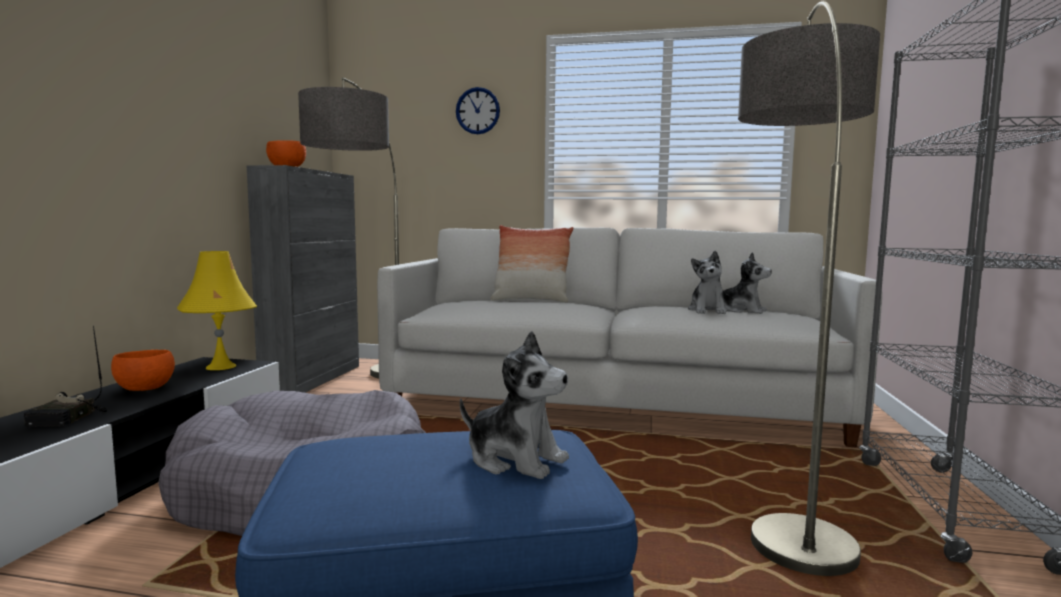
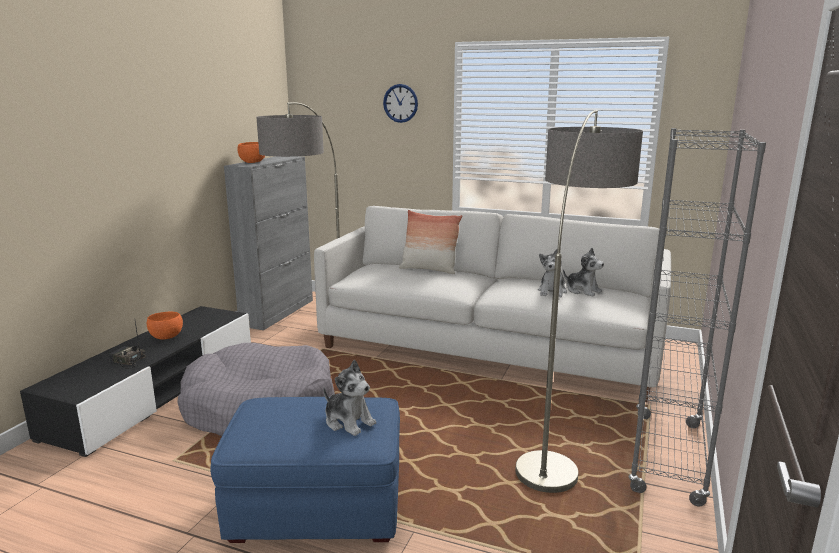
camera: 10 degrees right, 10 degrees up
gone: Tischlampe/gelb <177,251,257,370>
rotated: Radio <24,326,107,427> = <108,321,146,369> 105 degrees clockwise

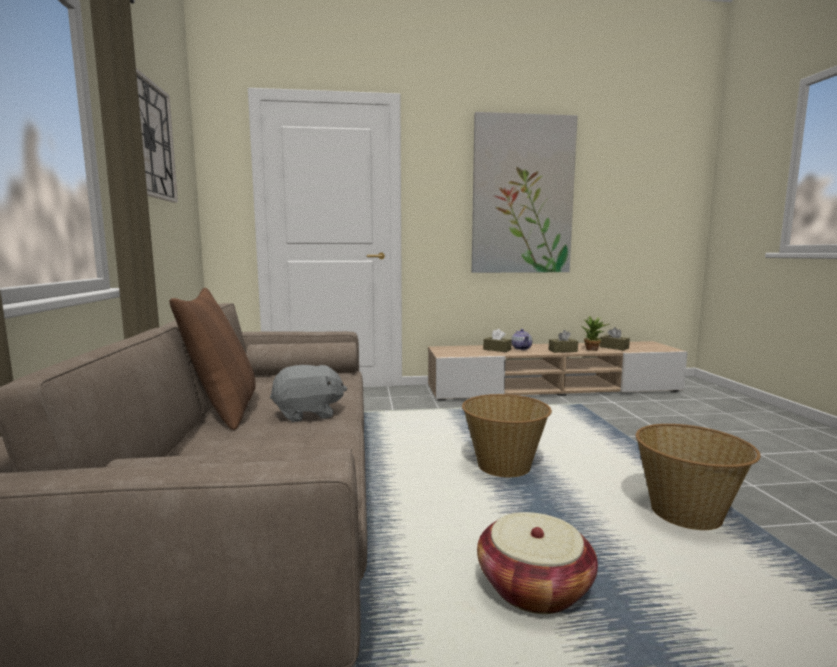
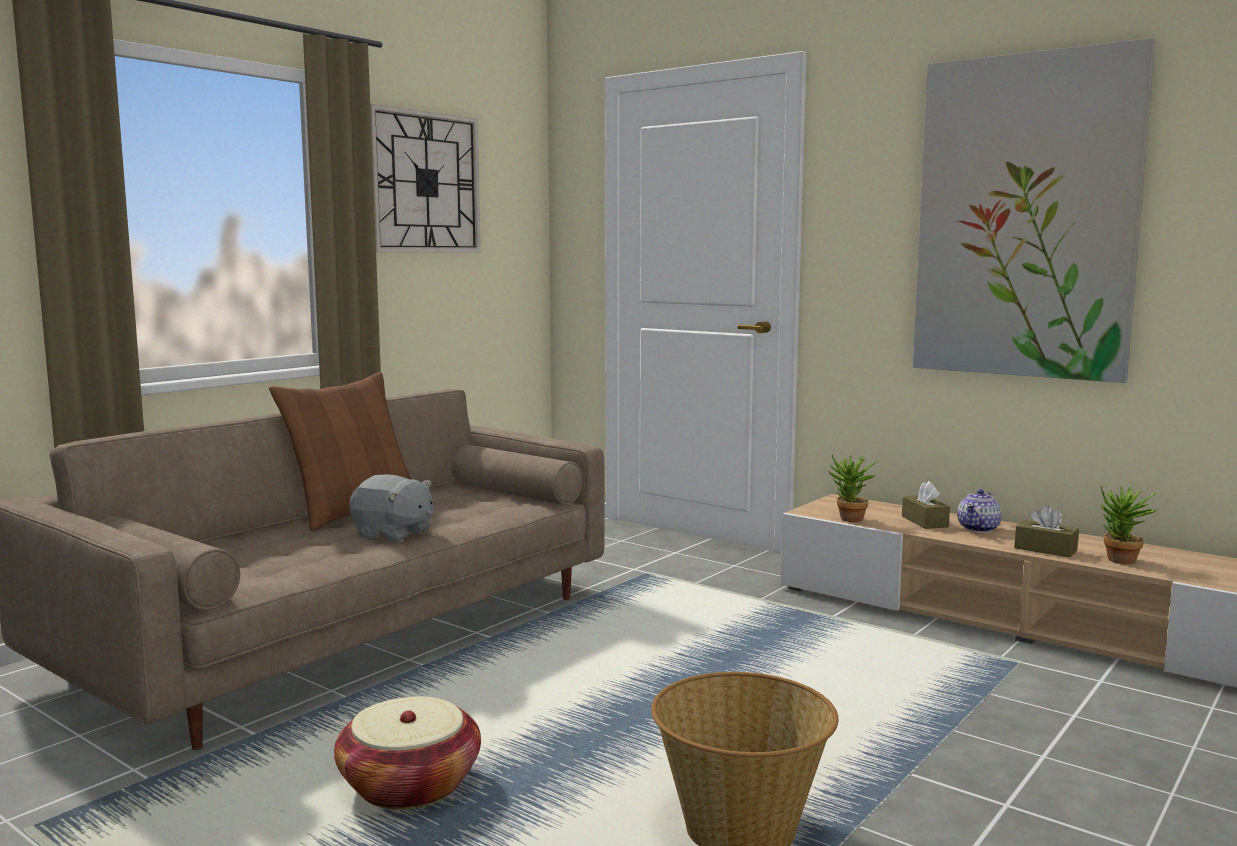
camera: 45 degrees right, 0 degrees up
gone: Korb <462,394,552,477>; Taschentuchbox/braun <600,327,630,350>
new: Topfpflanze <828,455,878,522>

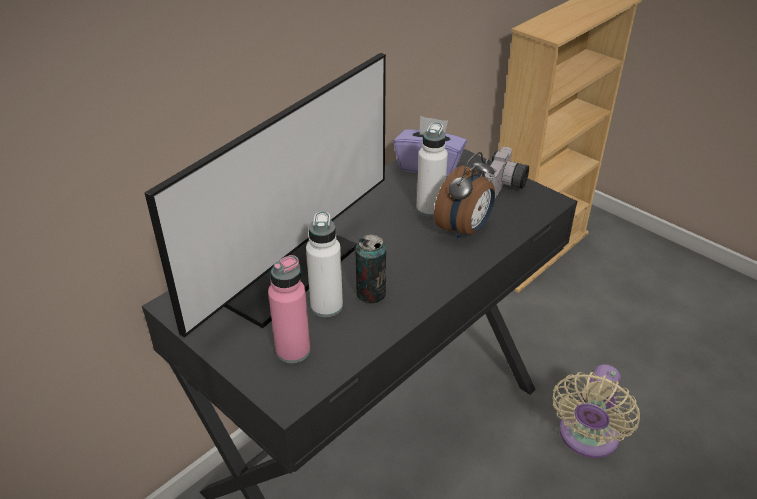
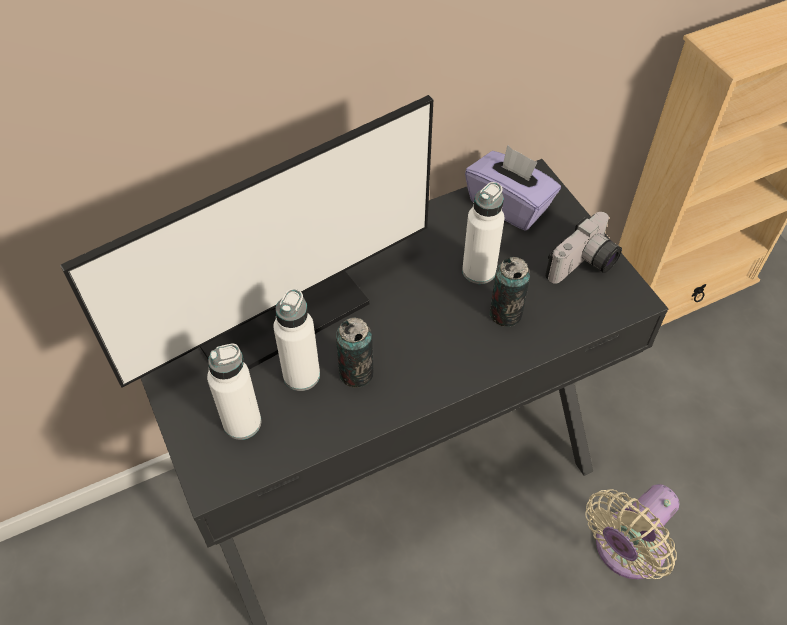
camera: 20 degrees right, 15 degrees up
swapped: Wecker <434,152,495,240> to Dose <490,257,530,327>
repainted: Flasche/rosa <268,255,310,364> to Flasche/weiß <207,343,261,440>

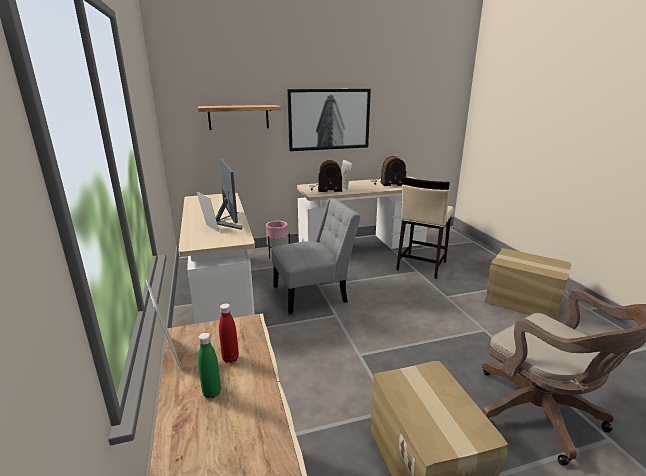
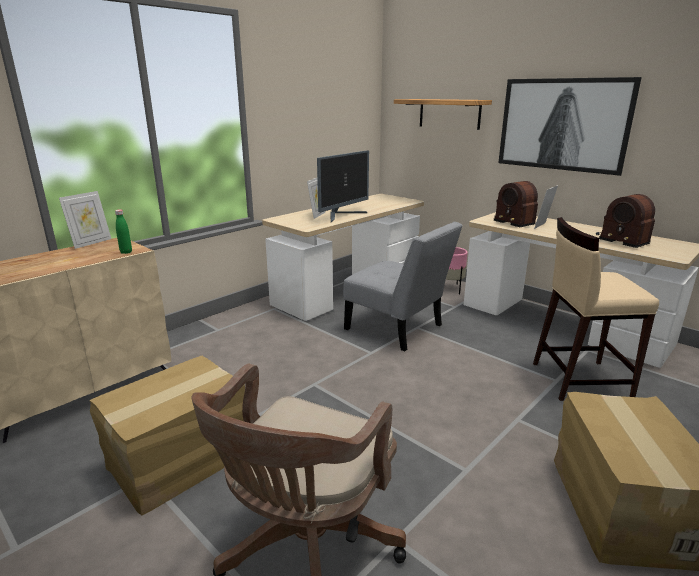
camera: 60 degrees right, 0 degrees up
gone: Flasche/rot <219,303,239,363>
shifted: Flasche/grün <198,333,221,399> to <115,210,132,254>

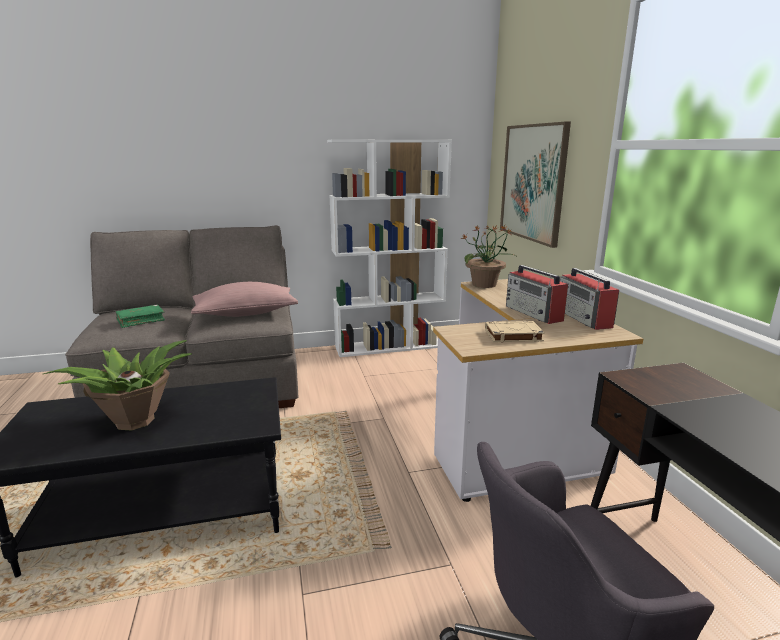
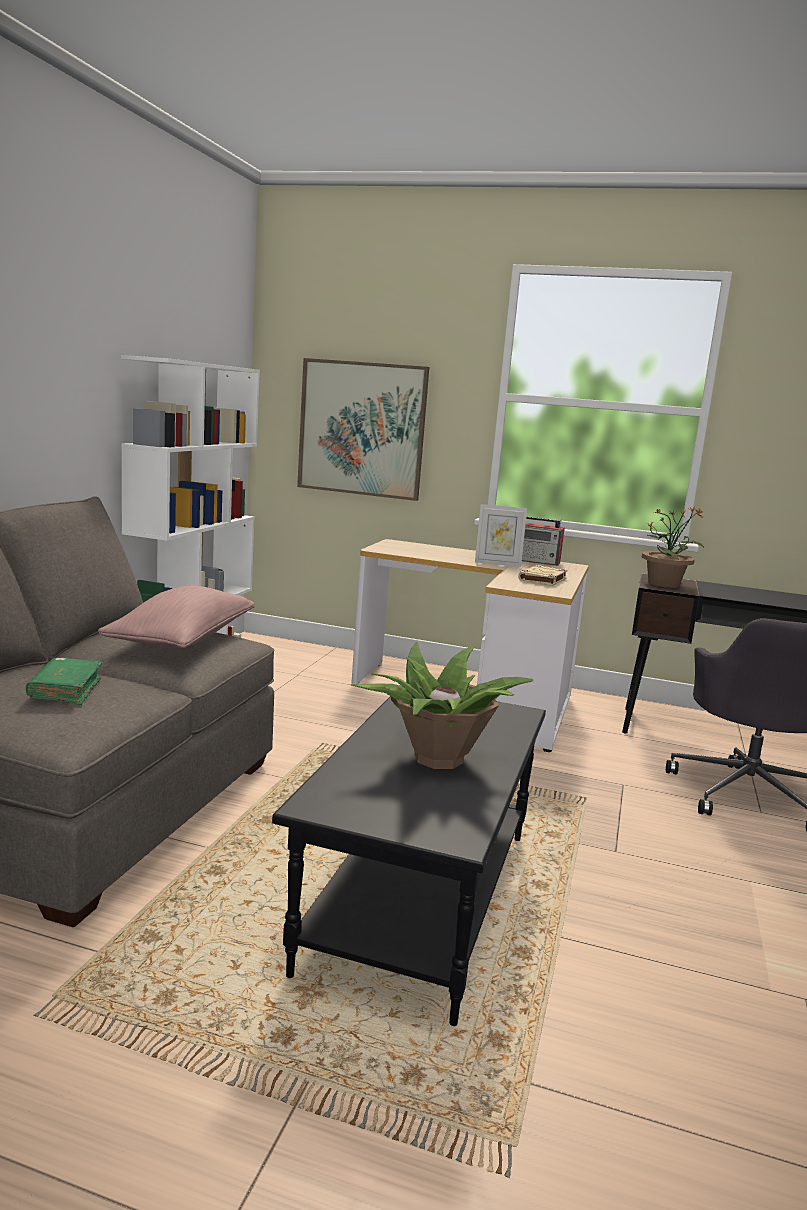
camera: 60 degrees left, 5 degrees down
shifted: Topfpflanze <461,225,518,288> to <642,507,704,588>
swapped: Radio <506,265,568,324> to Bilderrahmen <475,504,527,567>

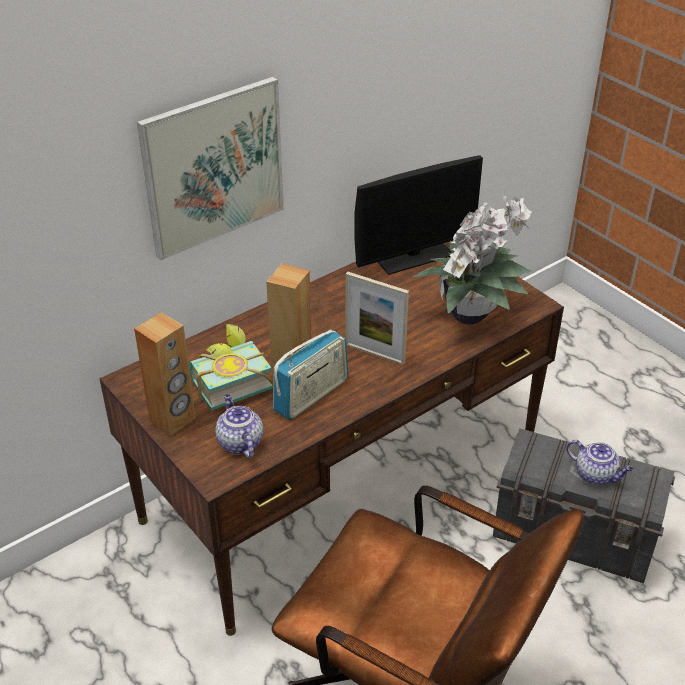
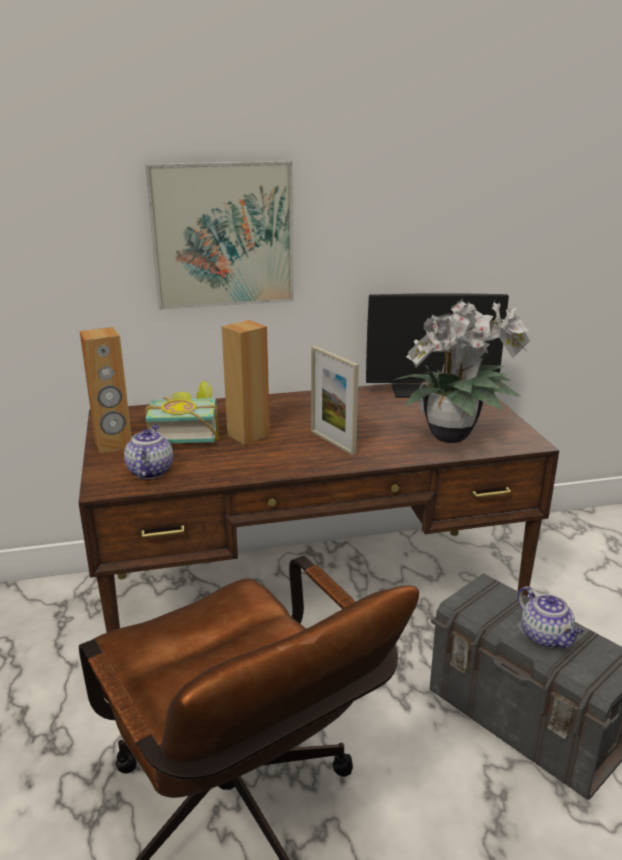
camera: 25 degrees right, 15 degrees down
gone: Radio <273,329,348,420>

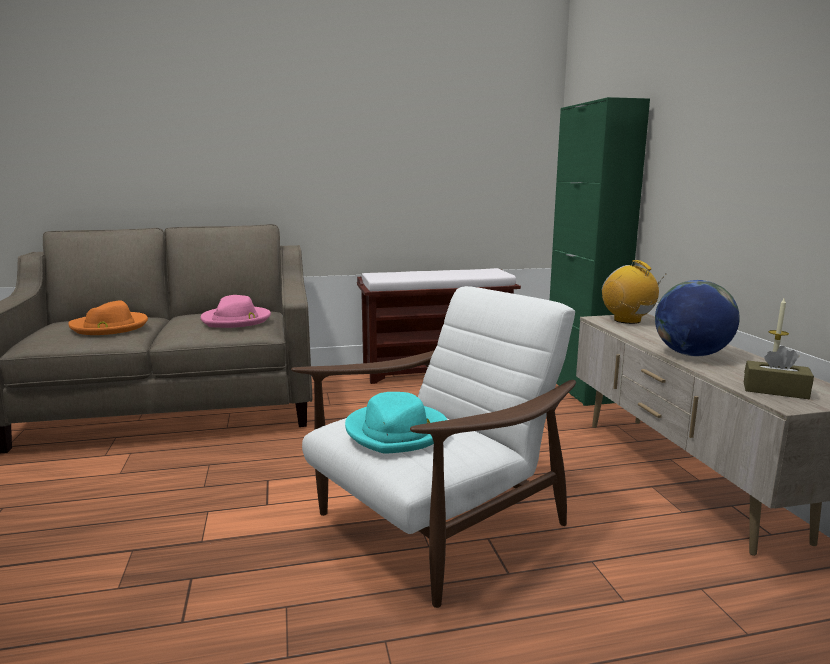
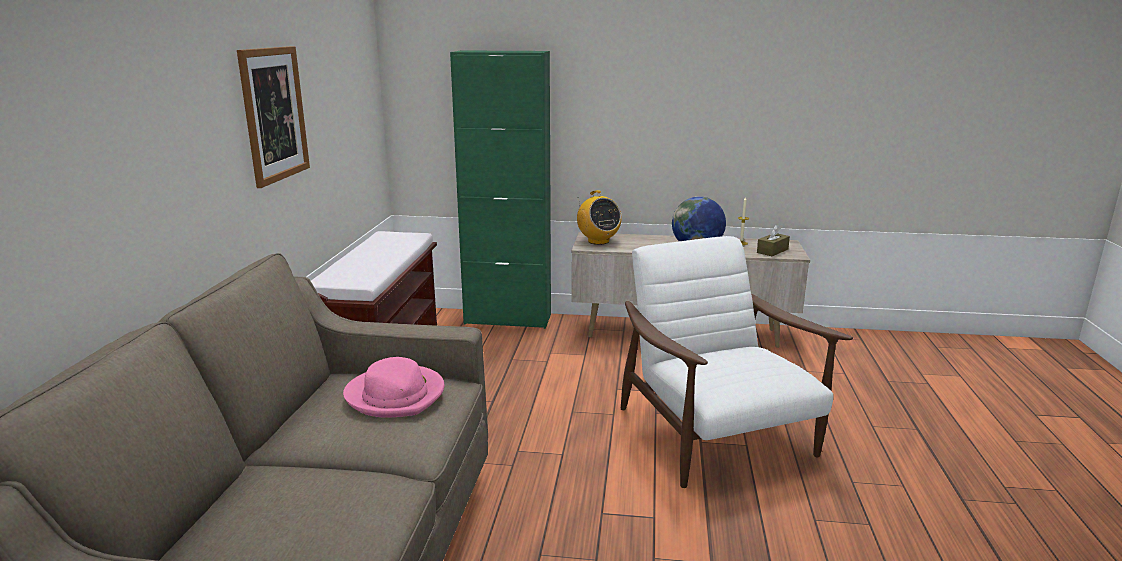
camera: 70 degrees left, 5 degrees up
gone: Hut/orange <68,300,148,335>; Hut/türkis <345,392,447,454>
new: Bild <237,46,310,188>
rotated: Radio <602,260,666,324> = <577,190,622,245> 105 degrees counterclockwise

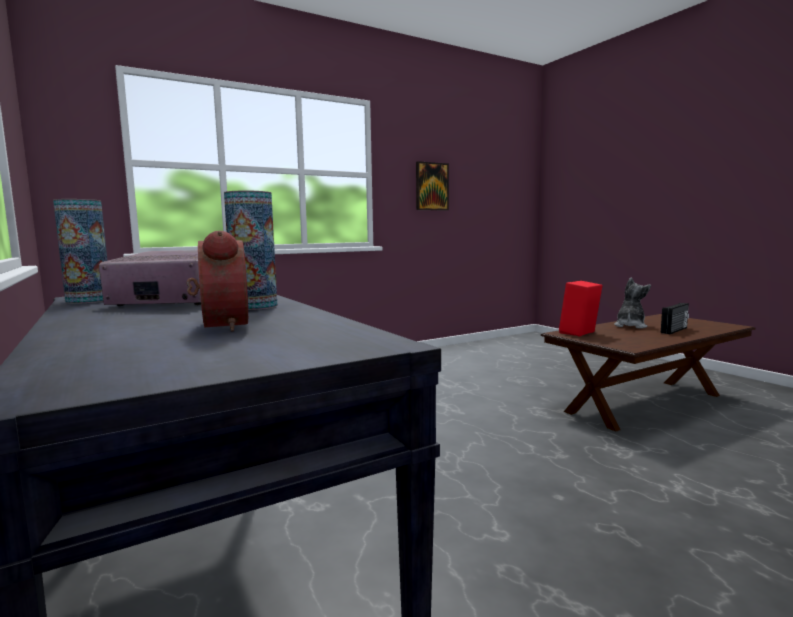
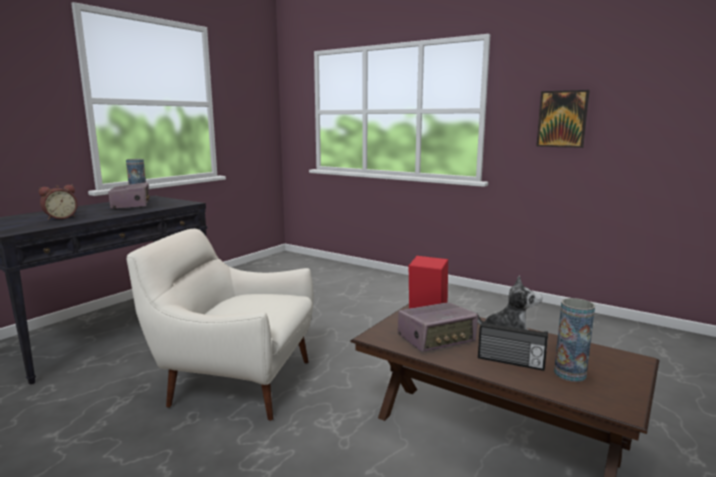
camera: 65 degrees right, 5 degrees up
new: Sessel/weiß <127,229,313,421>; Radio <398,302,478,352>
shifted: Vase <224,191,277,310> to <554,298,595,382>

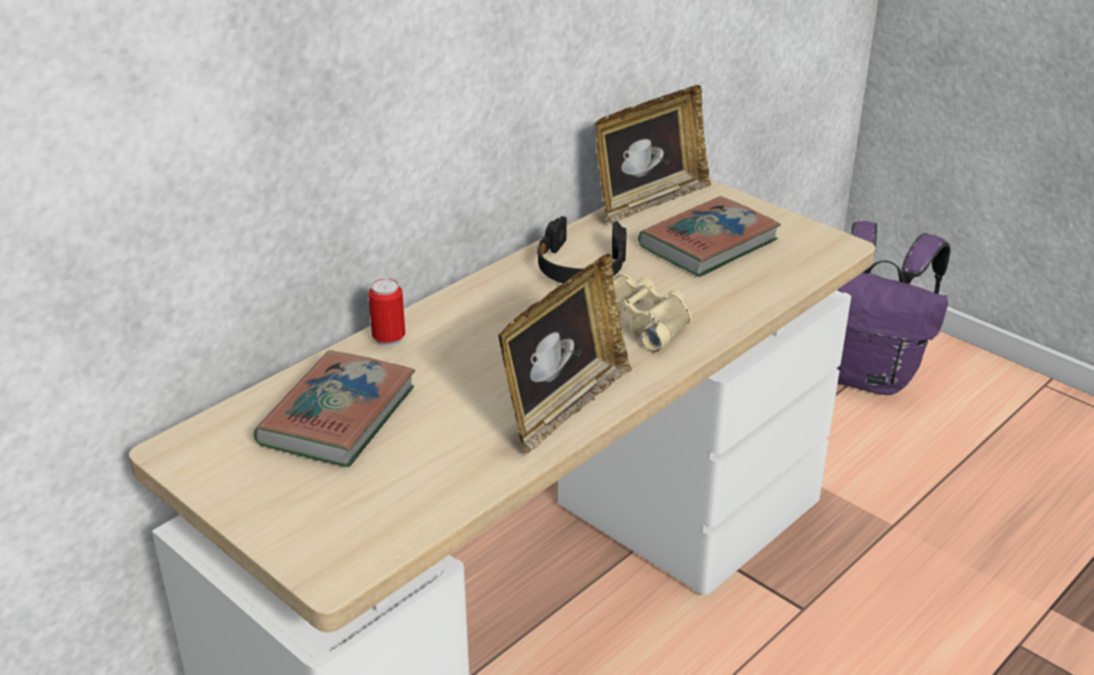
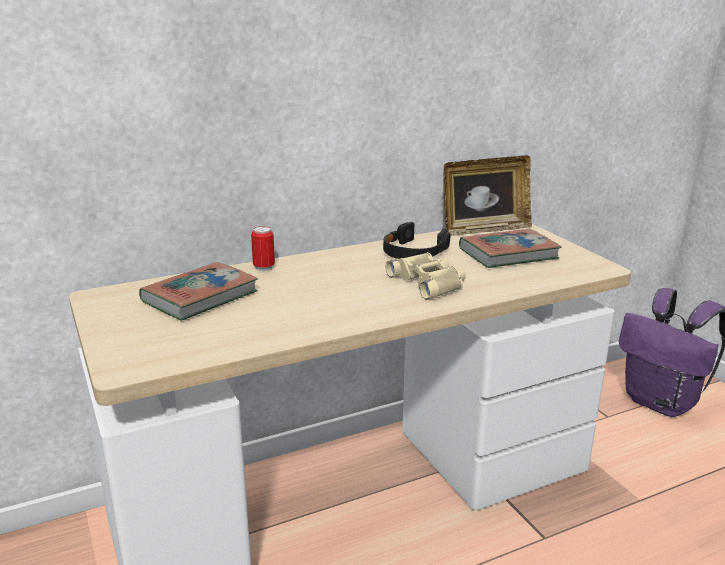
camera: 20 degrees right, 10 degrees down
gone: Bilderrahmen <498,254,632,453>

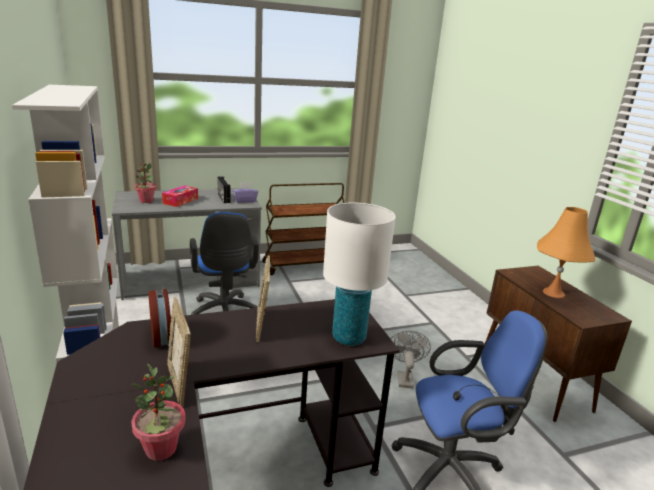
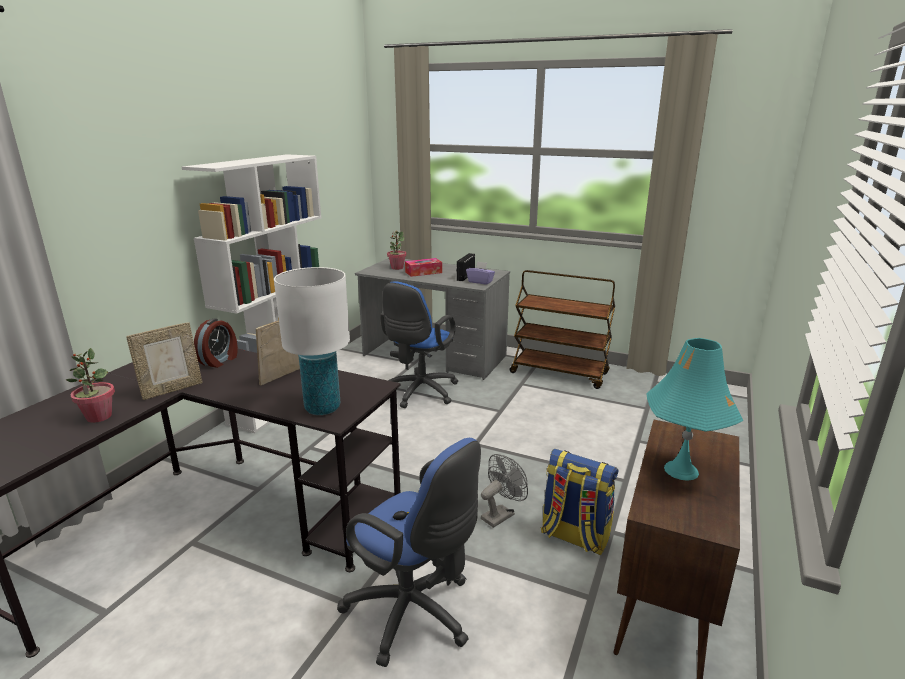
camera: 45 degrees right, 0 degrees up
new: Rucksack <541,449,618,555>
repainted: Tischlampe/orange <537,207,595,298> to Tischlampe/türkis <646,338,743,481>
rotated: Bilderrahmen <167,297,191,407> = <126,322,203,400> 150 degrees counterclockwise

